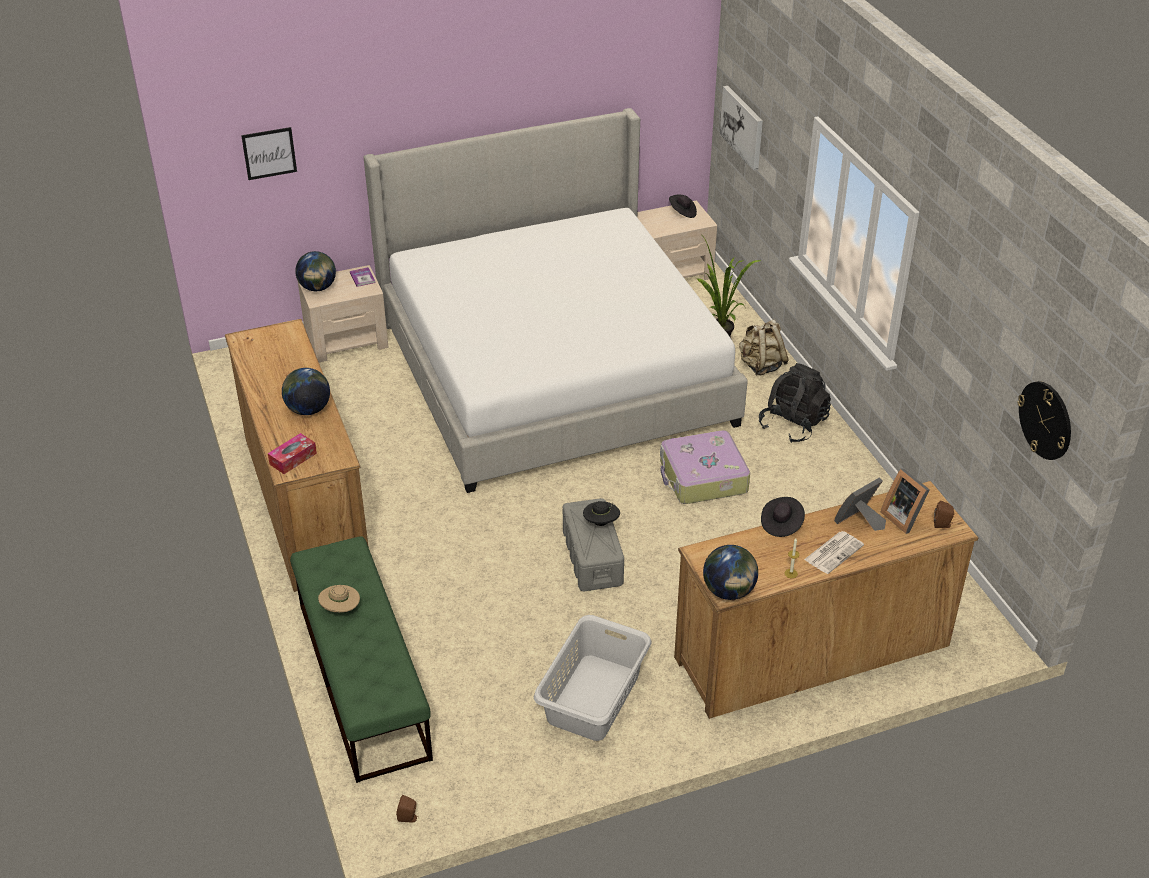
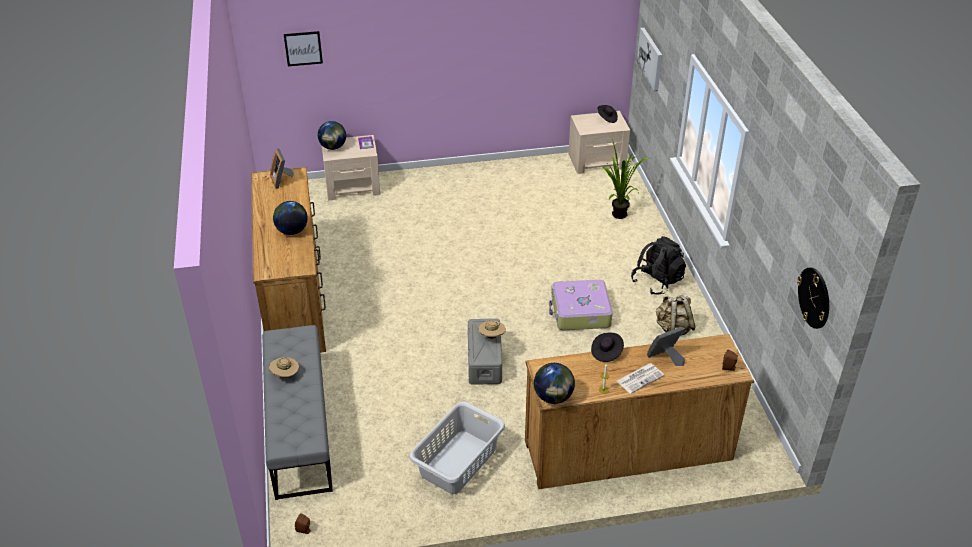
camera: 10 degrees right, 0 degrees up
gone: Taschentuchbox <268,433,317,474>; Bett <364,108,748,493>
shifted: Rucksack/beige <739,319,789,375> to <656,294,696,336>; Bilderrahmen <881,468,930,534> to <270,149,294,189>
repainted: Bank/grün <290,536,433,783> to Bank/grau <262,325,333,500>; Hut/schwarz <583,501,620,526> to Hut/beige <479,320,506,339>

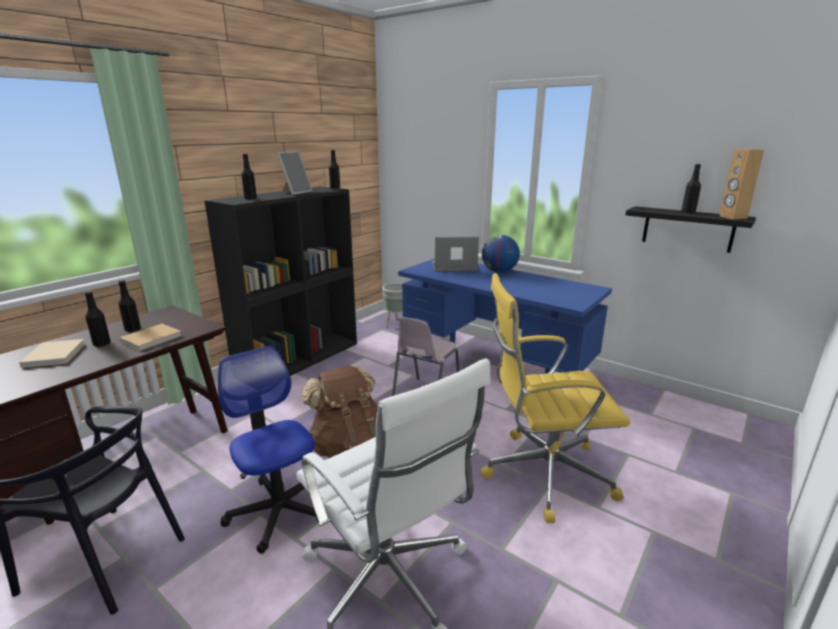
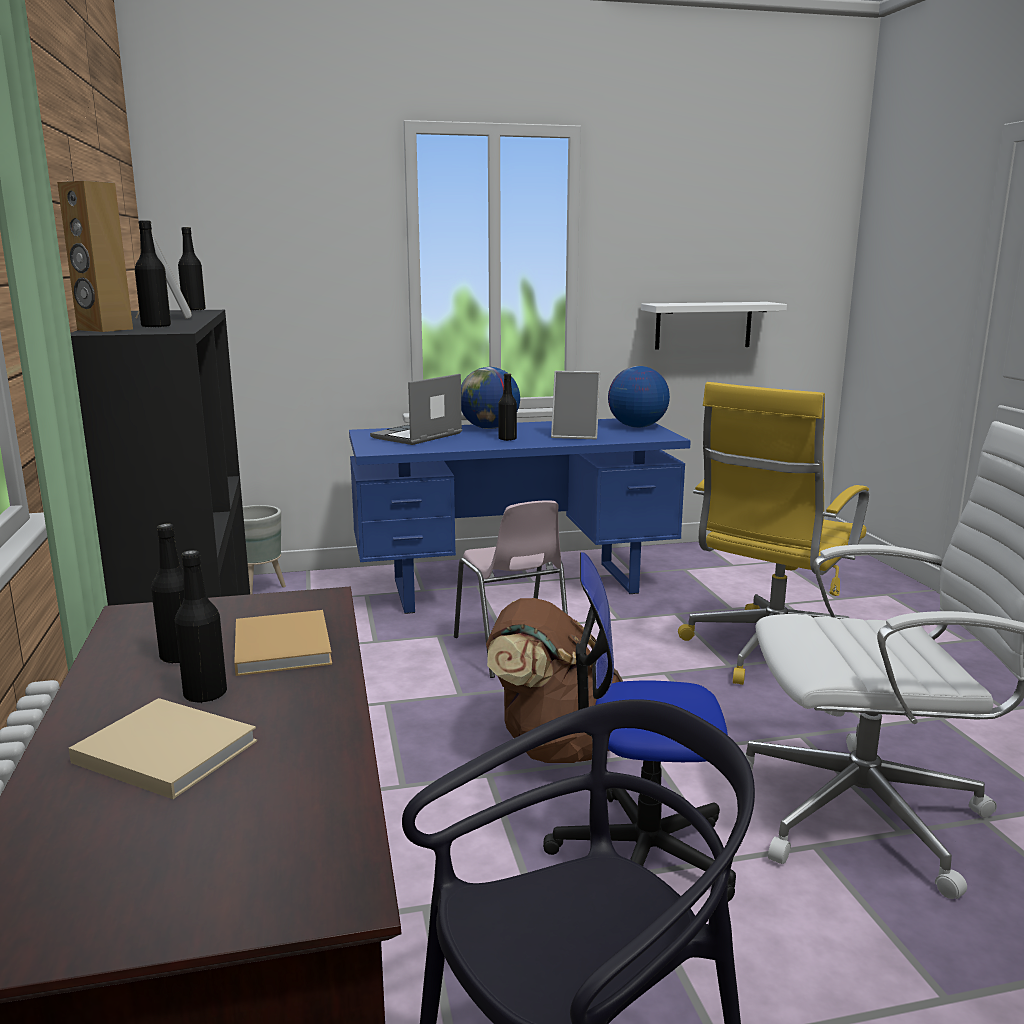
camera: 50 degrees left, 5 degrees down
new: Bilderrahmen <551,371,600,439>; Globus <608,366,670,428>
shifted: Flasche/schwarz <682,164,701,213> to <498,373,517,441>; Lautsprecher/braun <719,149,764,219> to <57,181,133,332>
repainted: Wandregal/schwarz <625,206,756,253> to Wandregal/weiß <641,302,787,349>

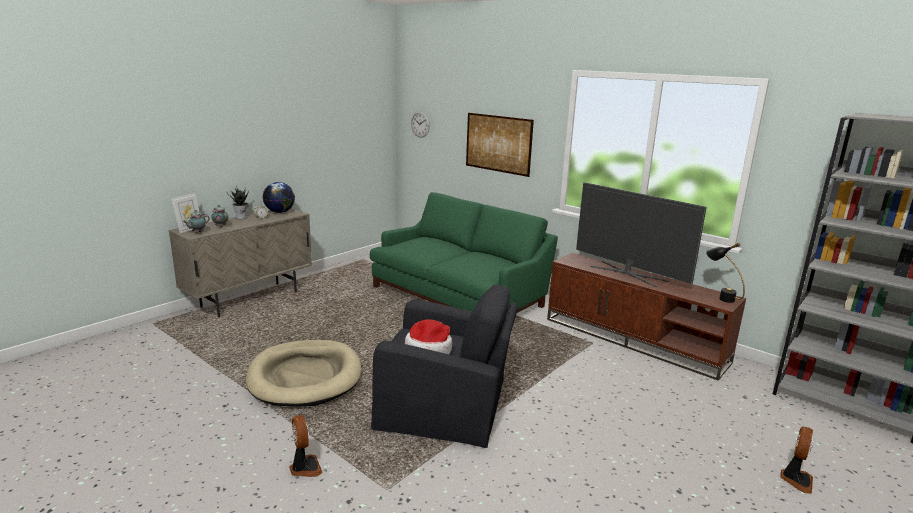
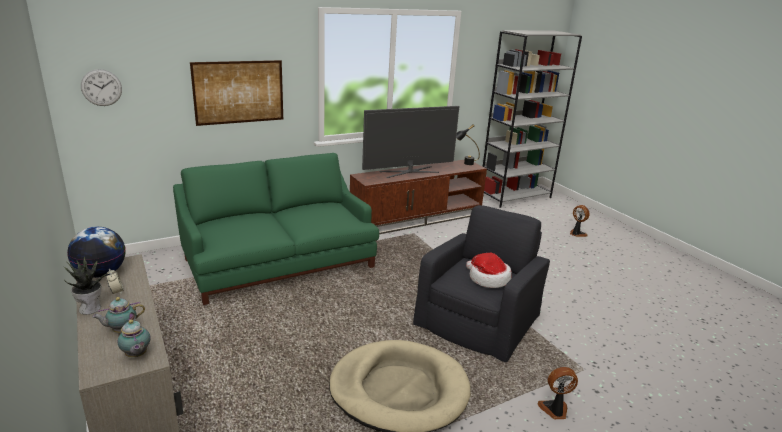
camera: 70 degrees left, 5 degrees up
gone: Bilderrahmen <171,193,199,233>

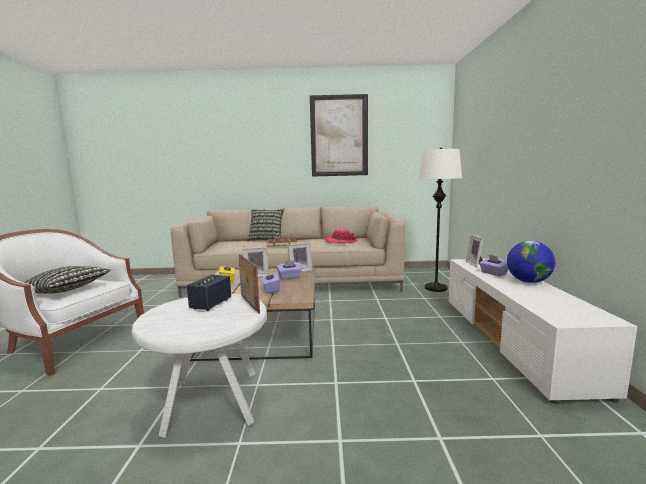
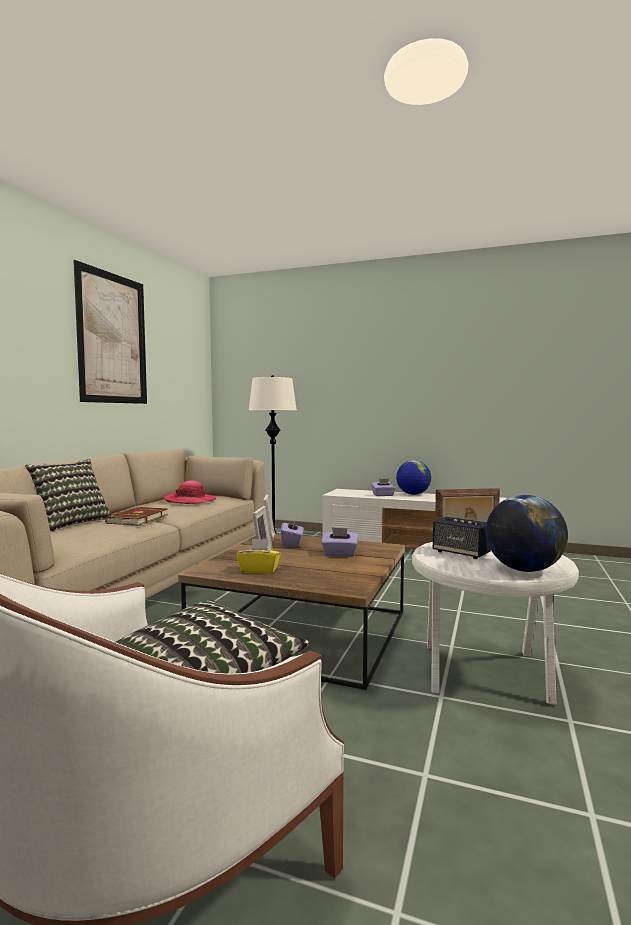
camera: 70 degrees left, 5 degrees down
gone: Bilderrahmen <466,234,484,268>
new: Globus <486,495,568,572>

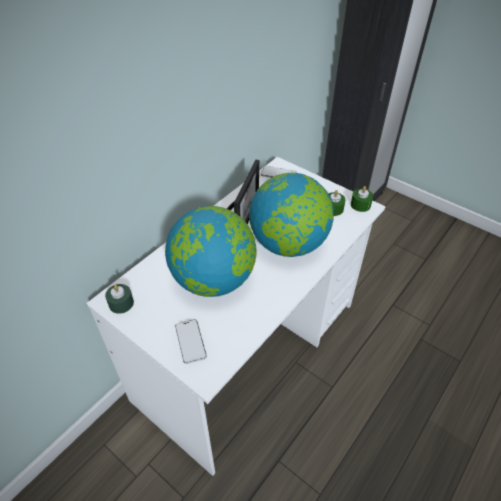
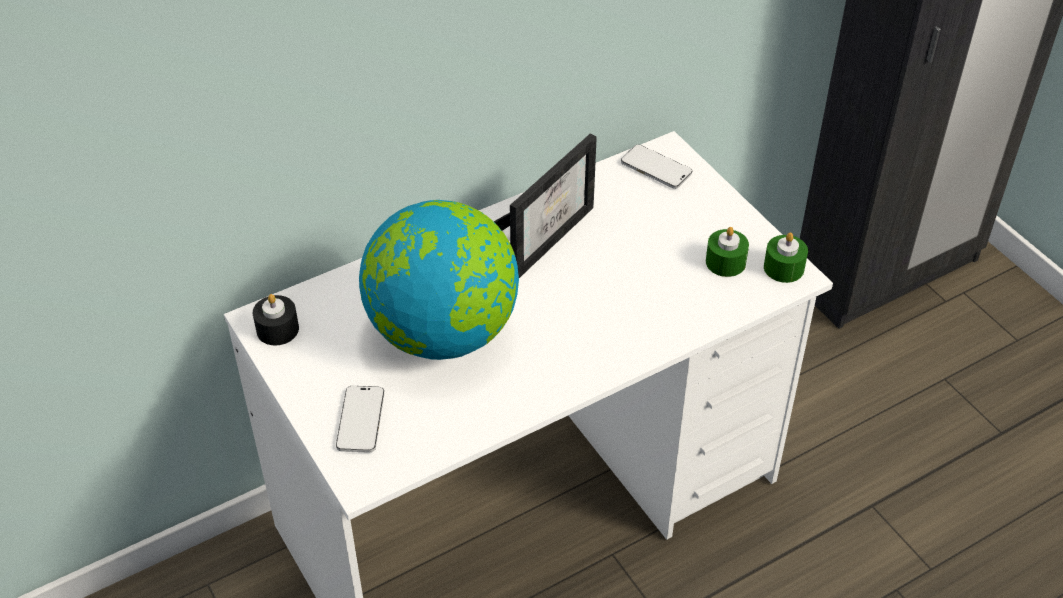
camera: 20 degrees right, 0 degrees up
gone: Globus <249,173,334,257>
repainted: Kerze/grün <105,284,134,314> to Kerze/schwarz <253,294,299,346>

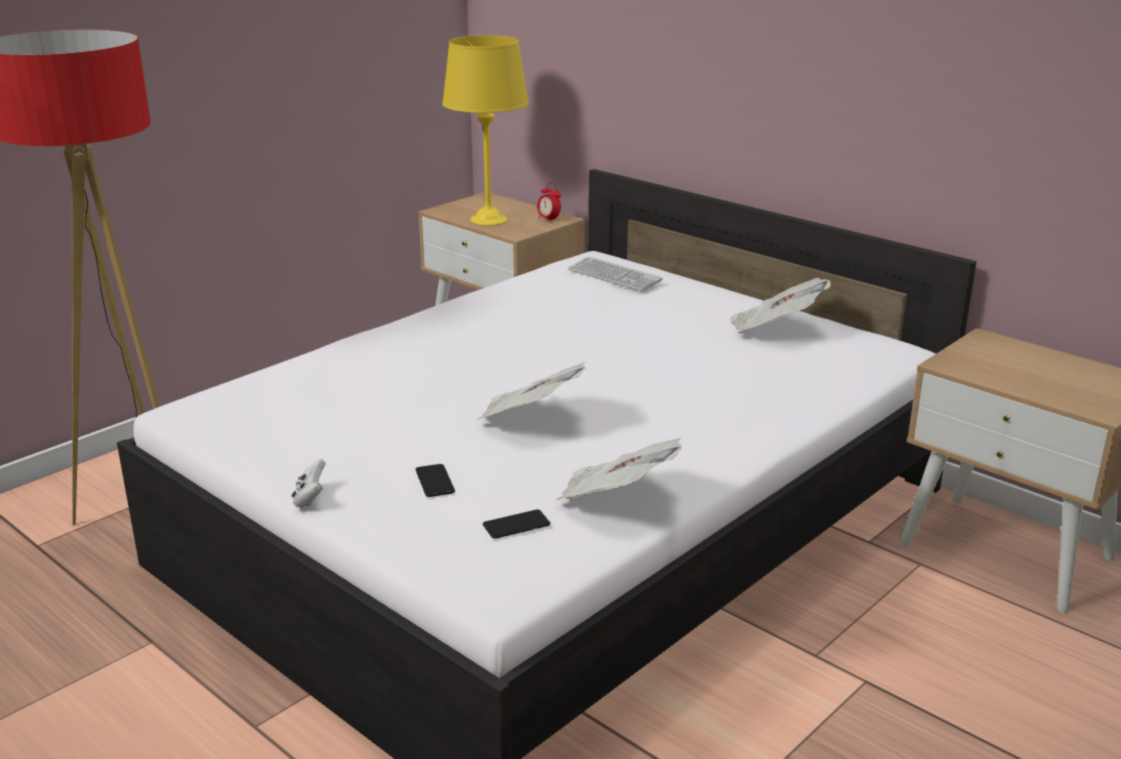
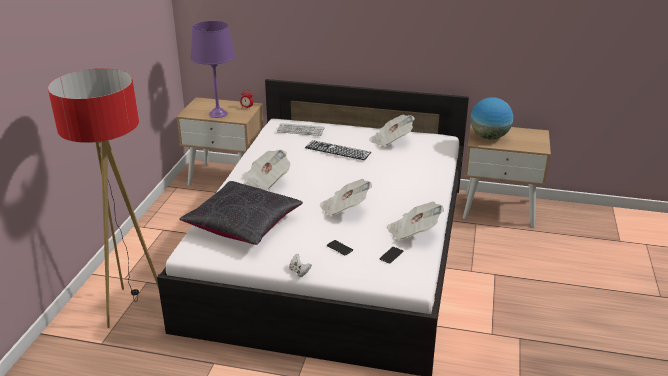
camera: 30 degrees left, 5 degrees up
new: Kissen/schwarz <179,181,303,245>; Zeitung <244,150,290,191>; Tastatur <305,140,371,160>; Globus <470,97,513,139>
repainted: Tischlampe/gelb <442,35,529,226> to Tischlampe/lila <190,21,235,118>

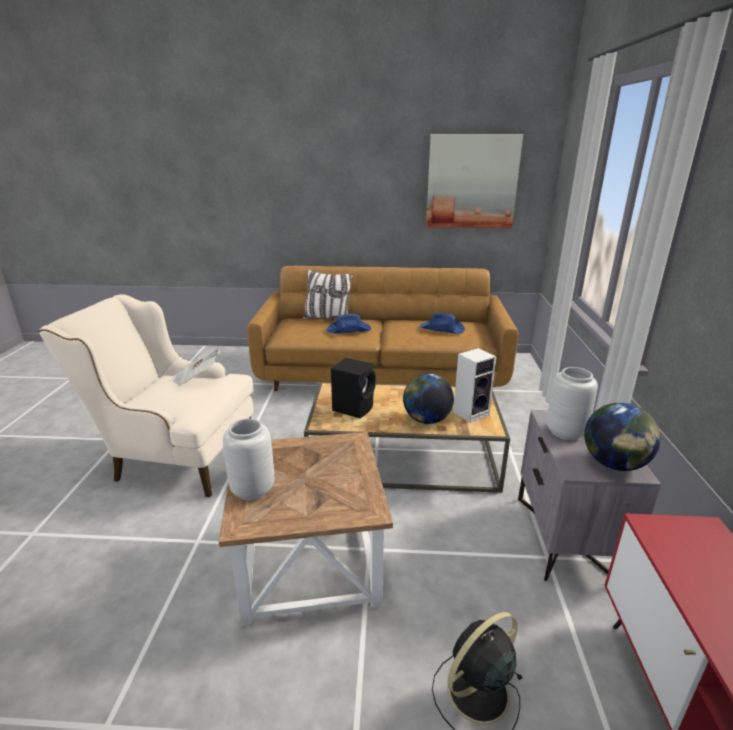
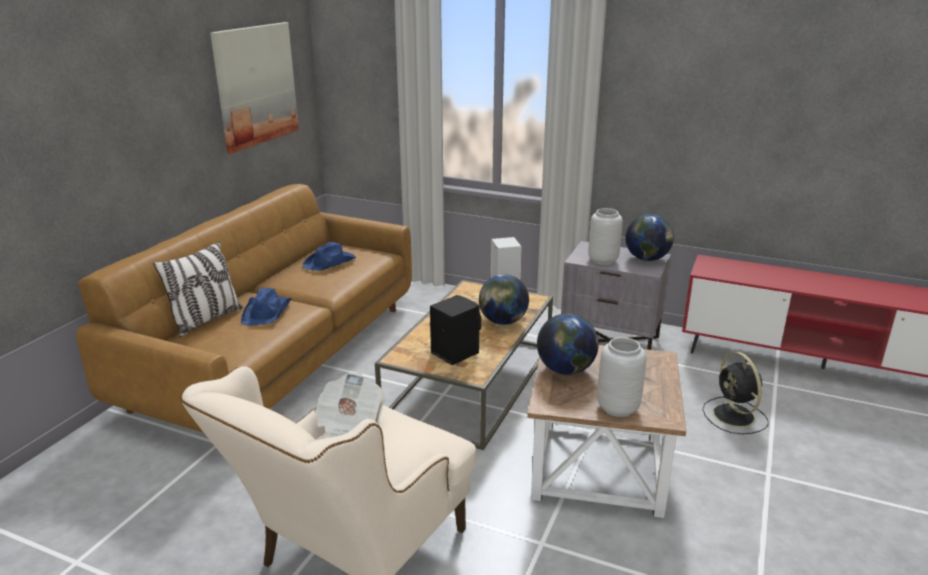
camera: 70 degrees left, 0 degrees up
new: Globus <537,314,599,375>

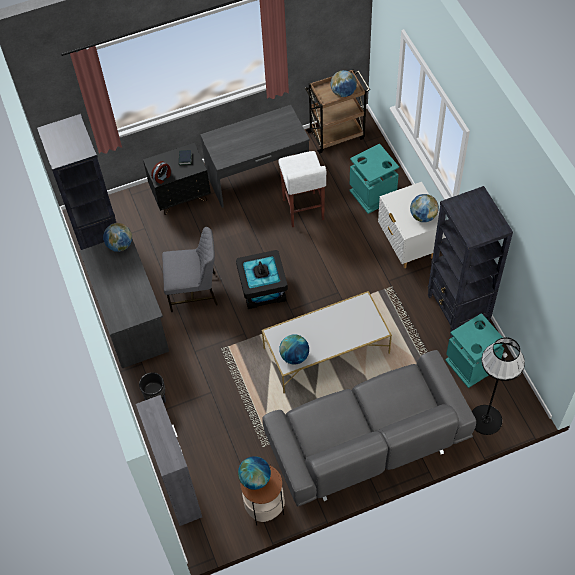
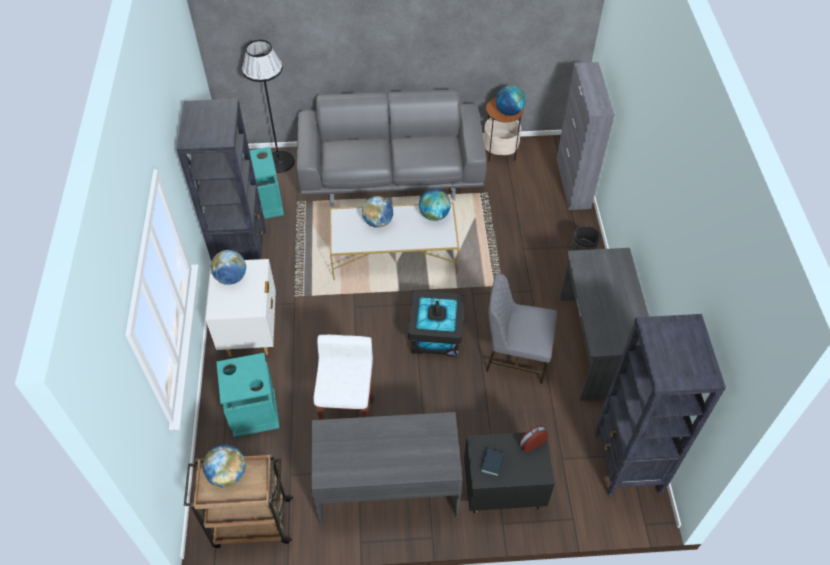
camera: 165 degrees left, 5 degrees down
shifted: Globus <103,223,132,252> to <362,196,393,228>

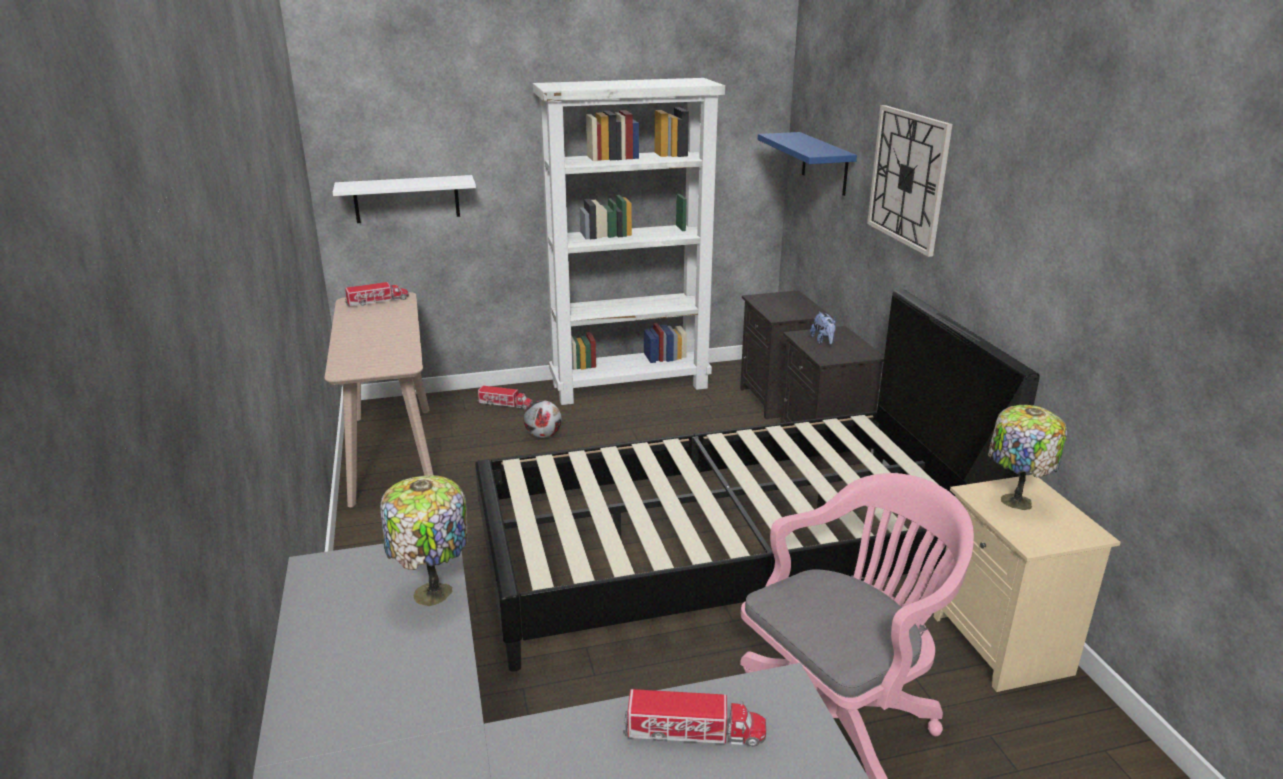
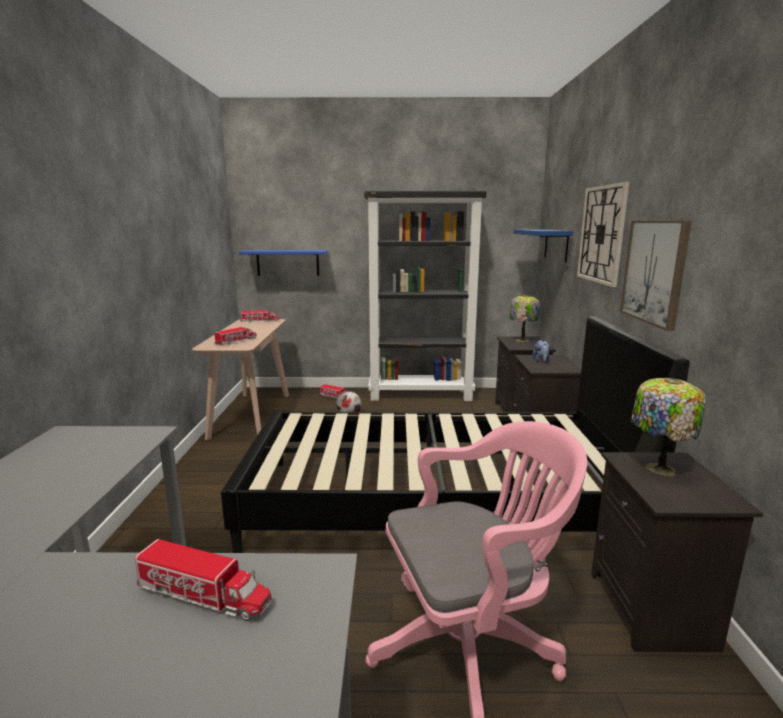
camera: 15 degrees right, 10 degrees down
new: Spielzeuglaster <214,327,257,345>; Bild <620,221,692,331>
shifted: Tischlampe <380,475,468,606> to <509,295,540,342>
repainted: Wandregal/weiß <333,175,476,223> to Wandregal/blau <239,250,328,276>; Bücherregal/weiß <533,78,725,405> to Bücherregal/schwarz <364,191,486,401>; Nachttisch/beige <934,475,1121,692> to Nachttisch/schwarz <591,452,763,652>

